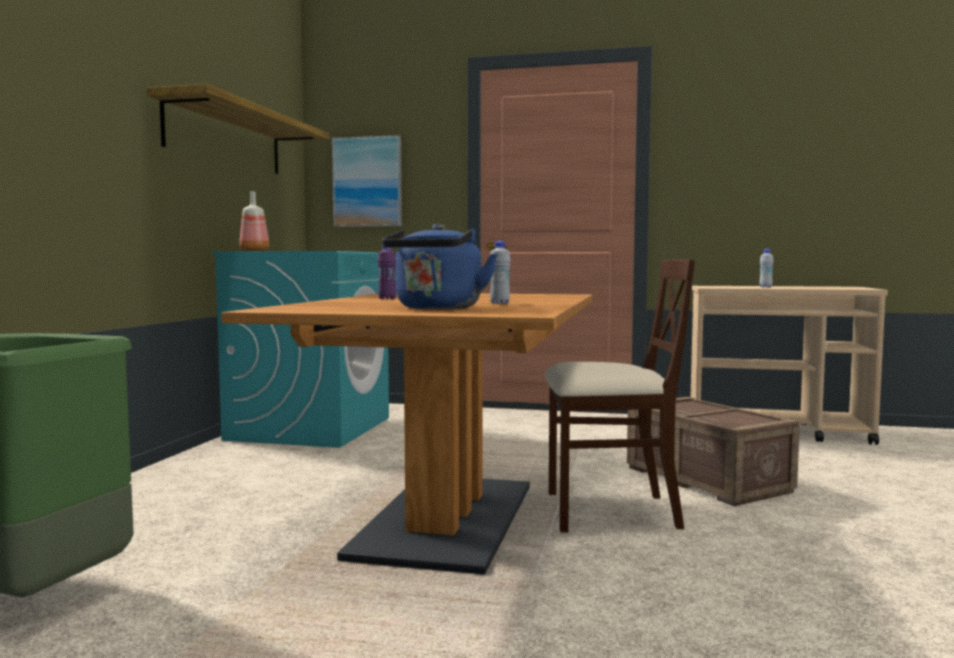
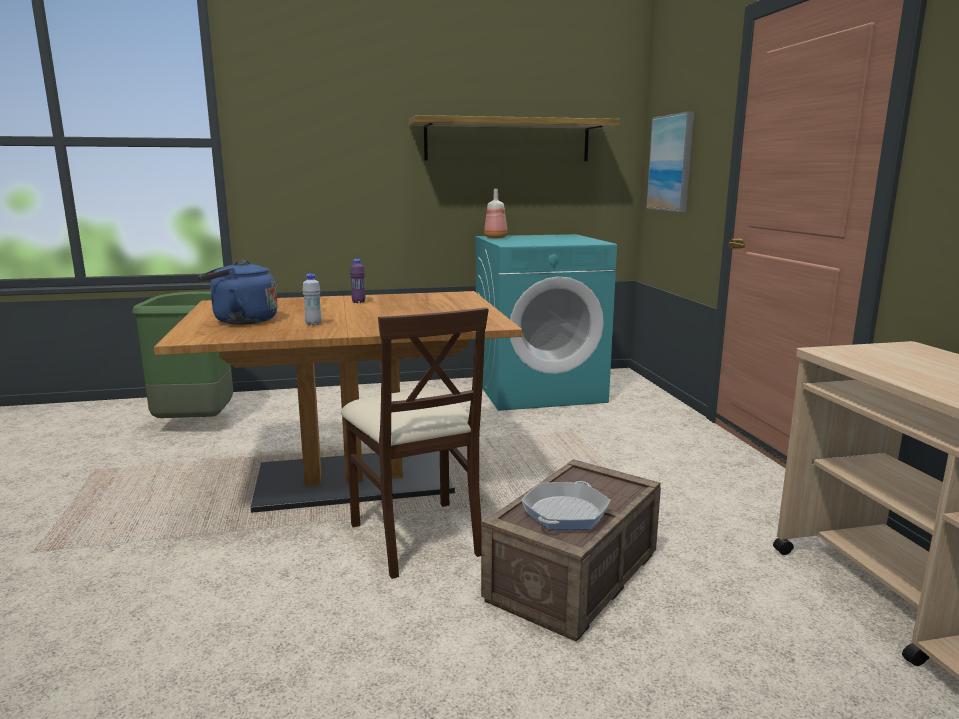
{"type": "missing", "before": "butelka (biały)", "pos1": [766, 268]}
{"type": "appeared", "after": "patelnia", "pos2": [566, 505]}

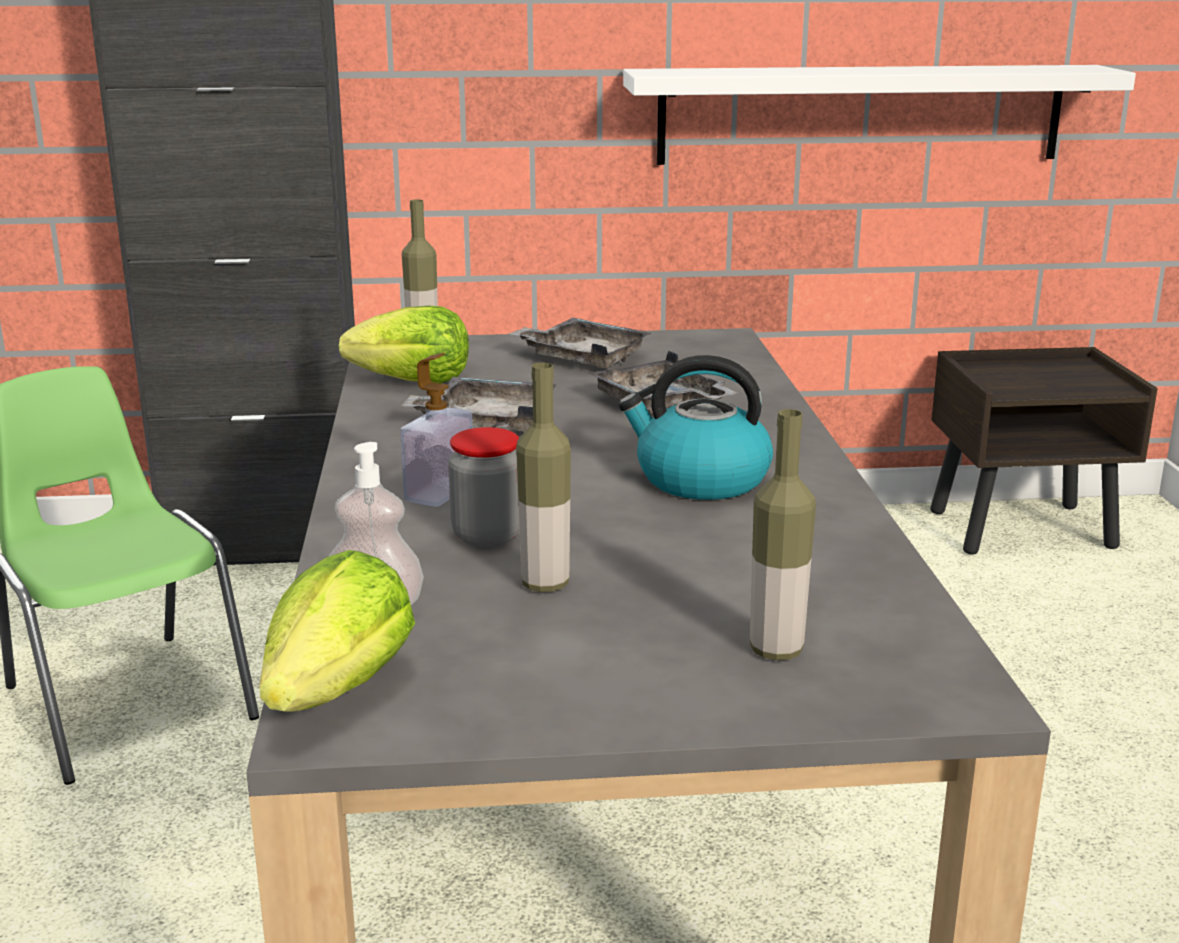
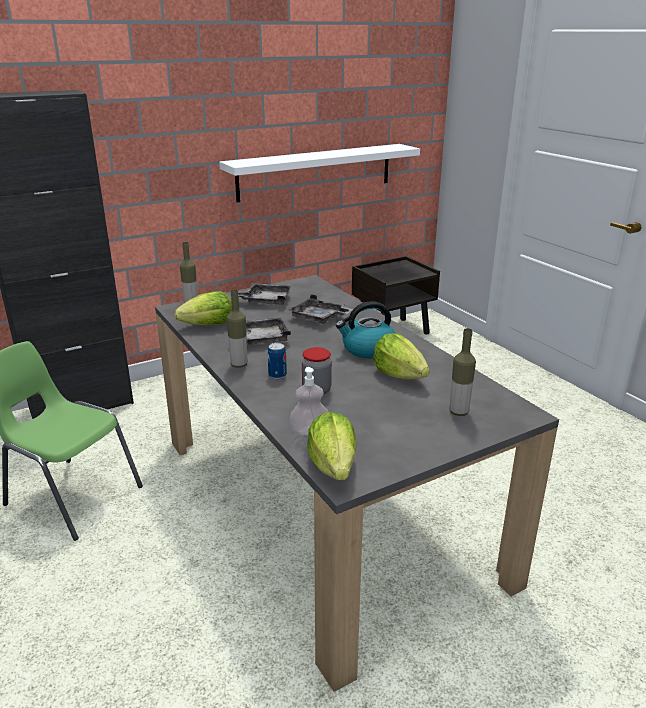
{"type": "exchanged", "before": "dozownik mydła", "after": "puszka", "pos1": [436, 430], "pos2": [277, 361]}
{"type": "relocated", "before": "butelka", "pos1": [543, 477], "pos2": [237, 328]}
{"type": "appeared", "after": "sałata", "pos2": [401, 356]}

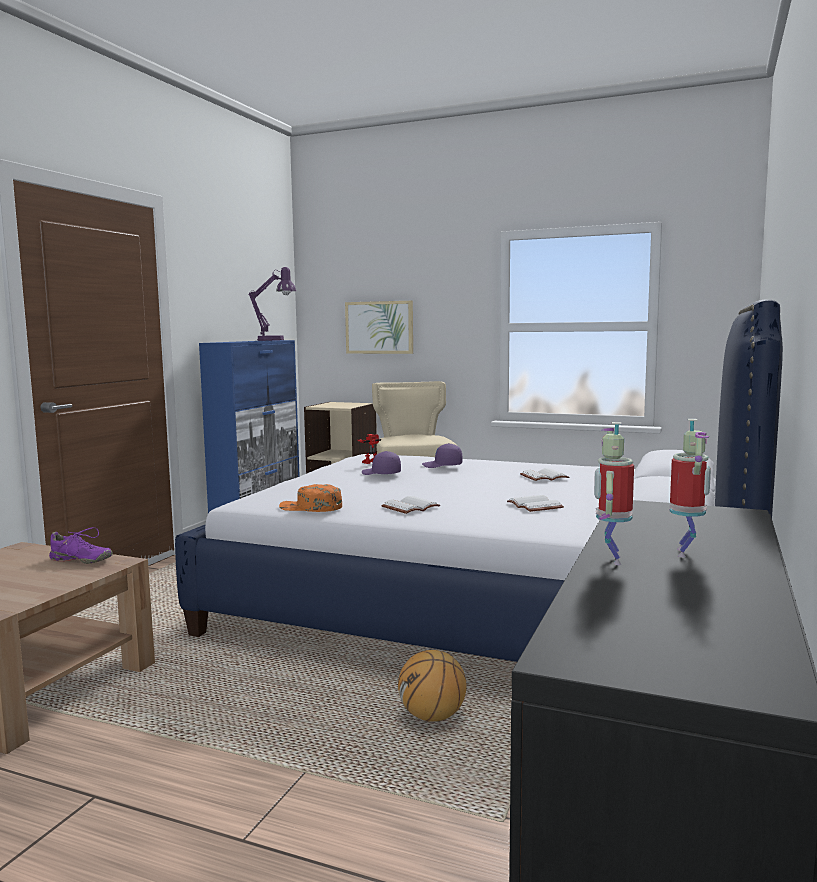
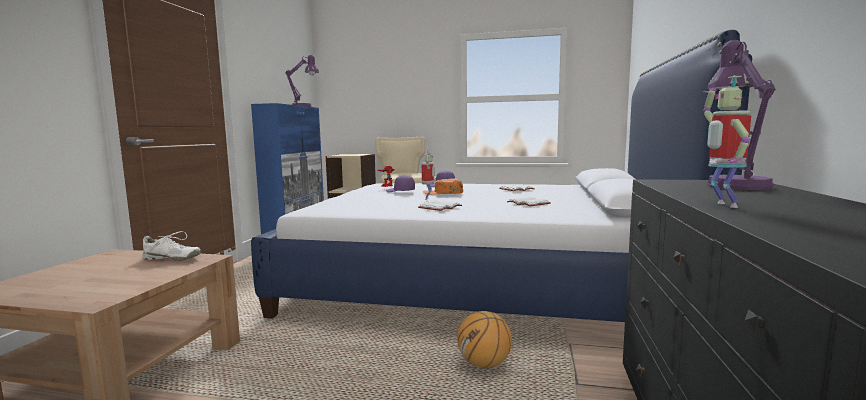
{"type": "colour", "before": "but (fioletowy)", "after": "but (biały)", "pos1": [81, 545], "pos2": [171, 246]}
{"type": "relocated", "before": "czapka z daszkiem (pomarańczowy)", "pos1": [310, 498], "pos2": [443, 186]}
{"type": "missing", "before": "obraz", "pos1": [379, 327]}
{"type": "relocated", "before": "robot zabawkowy", "pos1": [690, 488], "pos2": [428, 174]}
{"type": "appeared", "after": "lampa stołowa (fioletowy)", "pos2": [740, 115]}

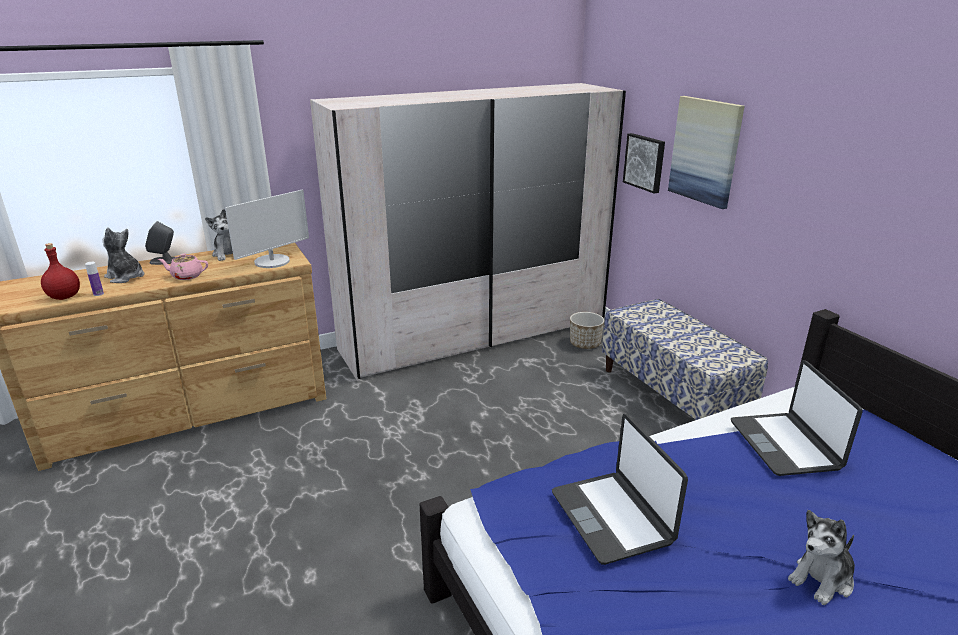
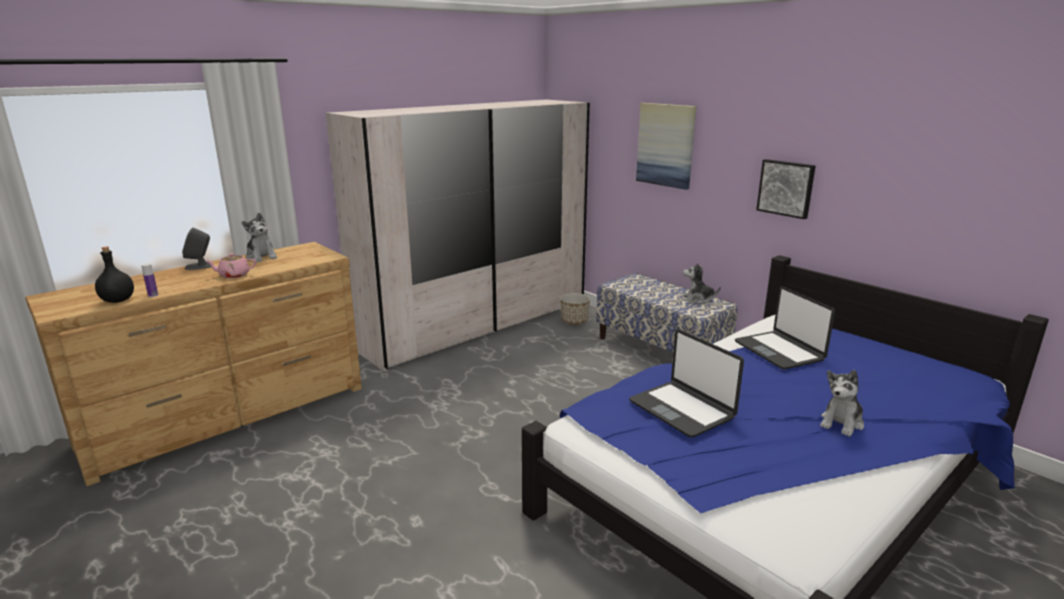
{"type": "colour", "before": "butelka (czerwony)", "after": "butelka (czarny)", "pos1": [60, 271], "pos2": [114, 275]}
{"type": "relocated", "before": "pluszak", "pos1": [123, 255], "pos2": [702, 283]}
{"type": "missing", "before": "monitor", "pos1": [267, 229]}
{"type": "relocated", "before": "obraz", "pos1": [644, 163], "pos2": [786, 189]}

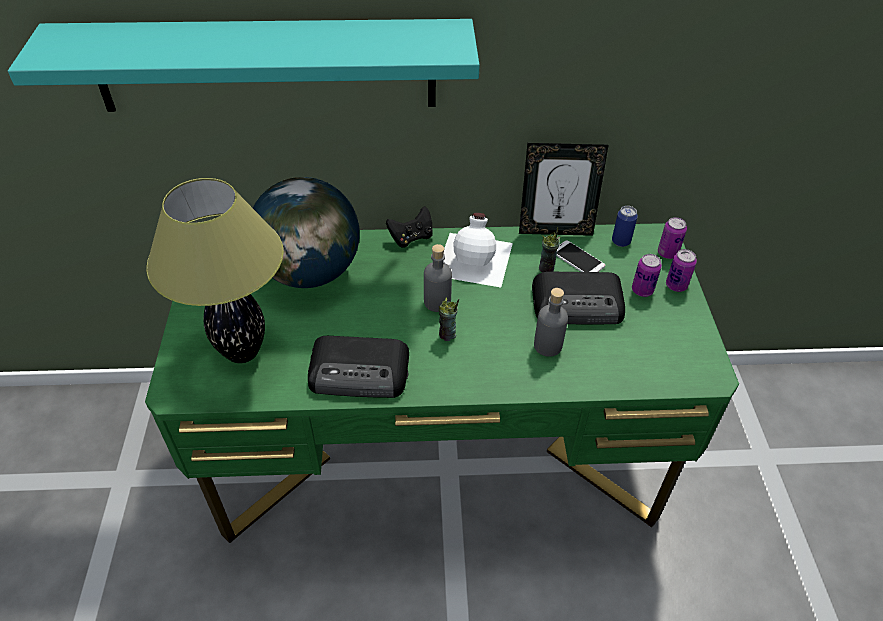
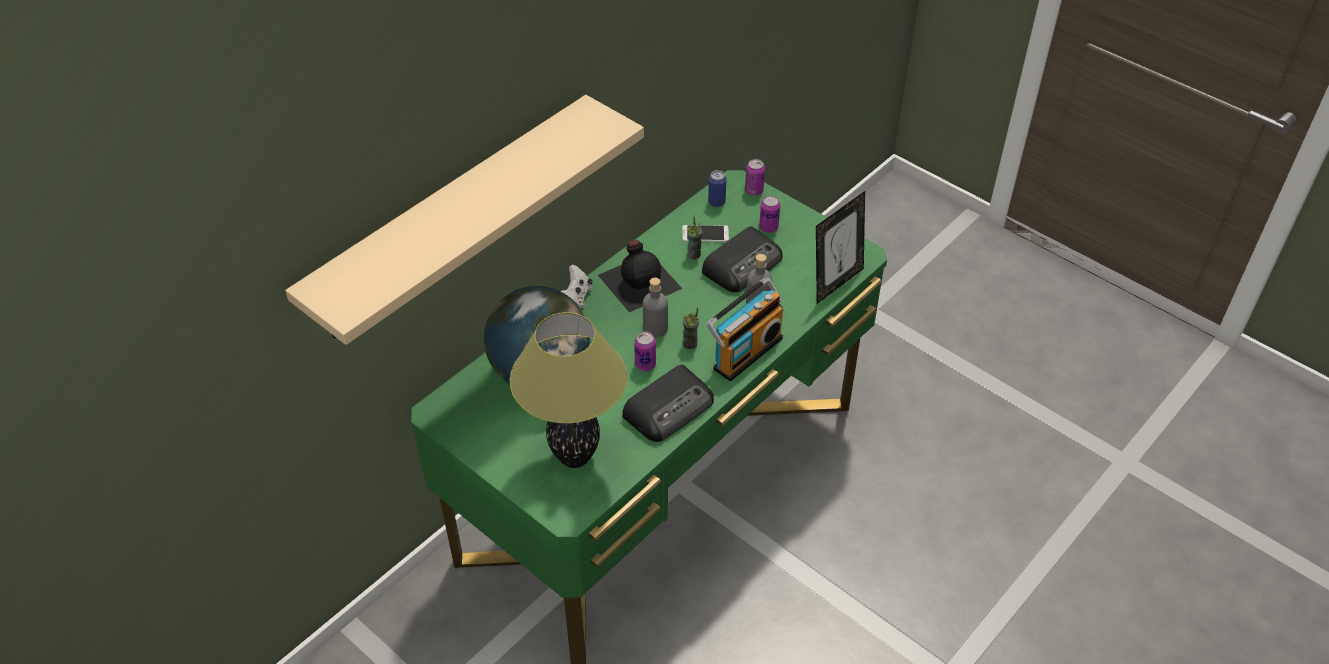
{"type": "colour", "before": "półka (turkusowy)", "after": "półka (beżowy)", "pos1": [244, 65], "pos2": [464, 220]}
{"type": "colour", "before": "pad do gier (czarny)", "after": "pad do gier (biały)", "pos1": [409, 227], "pos2": [576, 287]}
{"type": "colour", "before": "butelka (biały)", "after": "butelka (czarny)", "pos1": [478, 250], "pos2": [640, 276]}
{"type": "relocated", "before": "ramka na zdjęcie", "pos1": [563, 189], "pos2": [840, 247]}
{"type": "relocated", "before": "puszka", "pos1": [681, 270], "pos2": [645, 351]}
{"type": "appeared", "after": "radio", "pos2": [744, 329]}

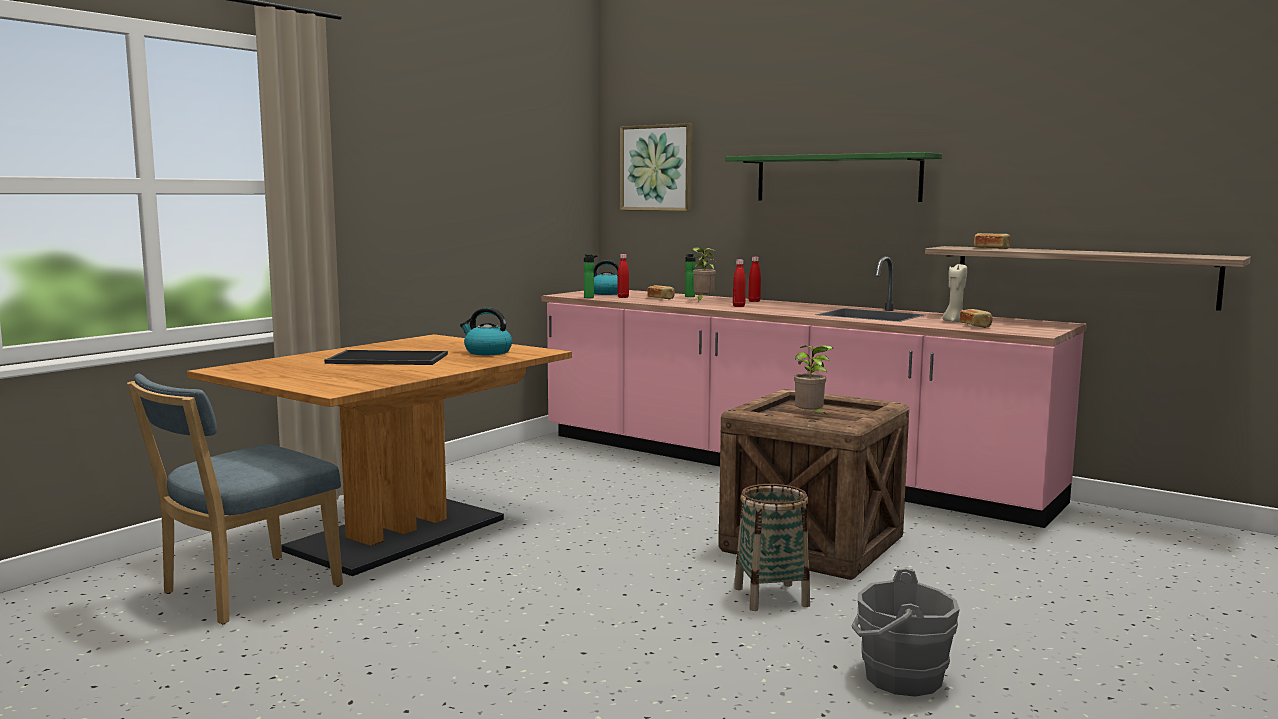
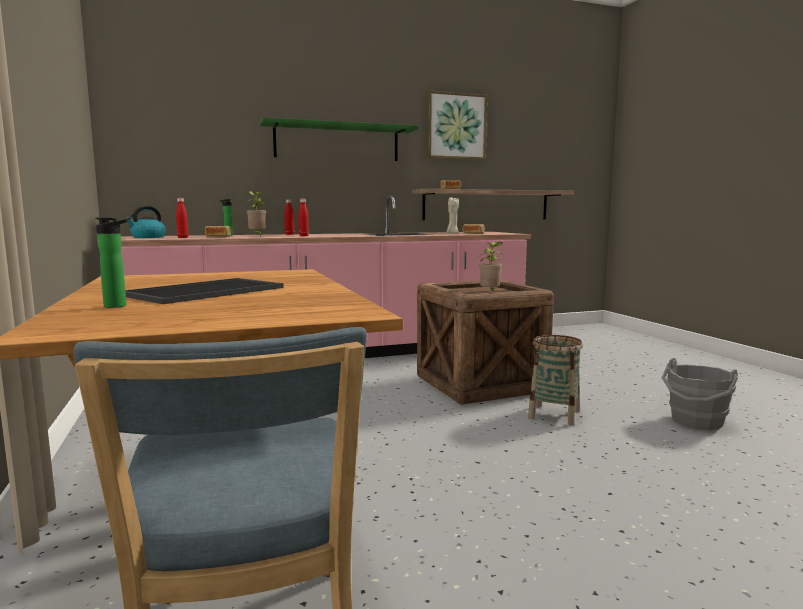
{"type": "missing", "before": "czajnik", "pos1": [486, 331]}
{"type": "relocated", "before": "butelka", "pos1": [591, 276], "pos2": [112, 263]}
{"type": "relocated", "before": "obraz", "pos1": [656, 167], "pos2": [457, 125]}

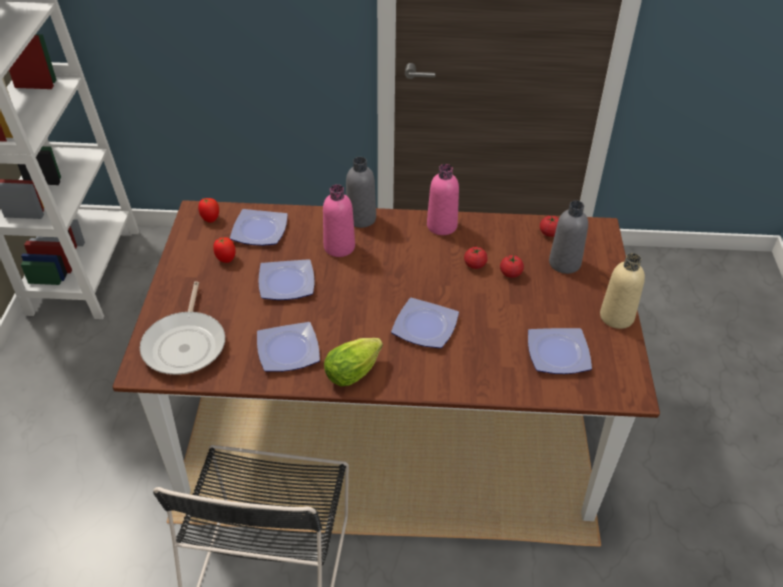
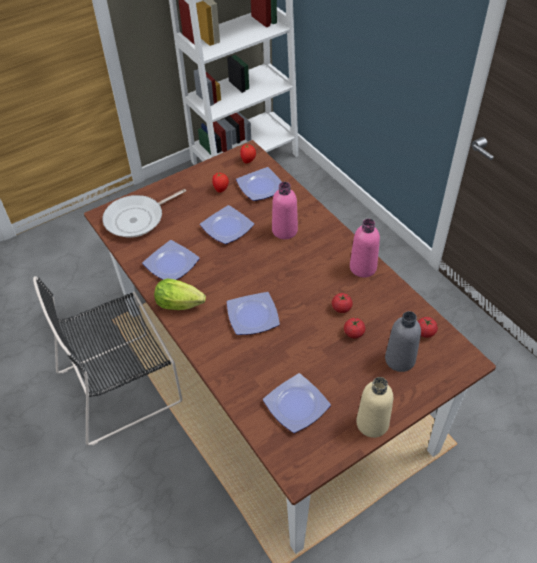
{"type": "missing", "before": "butelka (szary)", "pos1": [361, 192]}

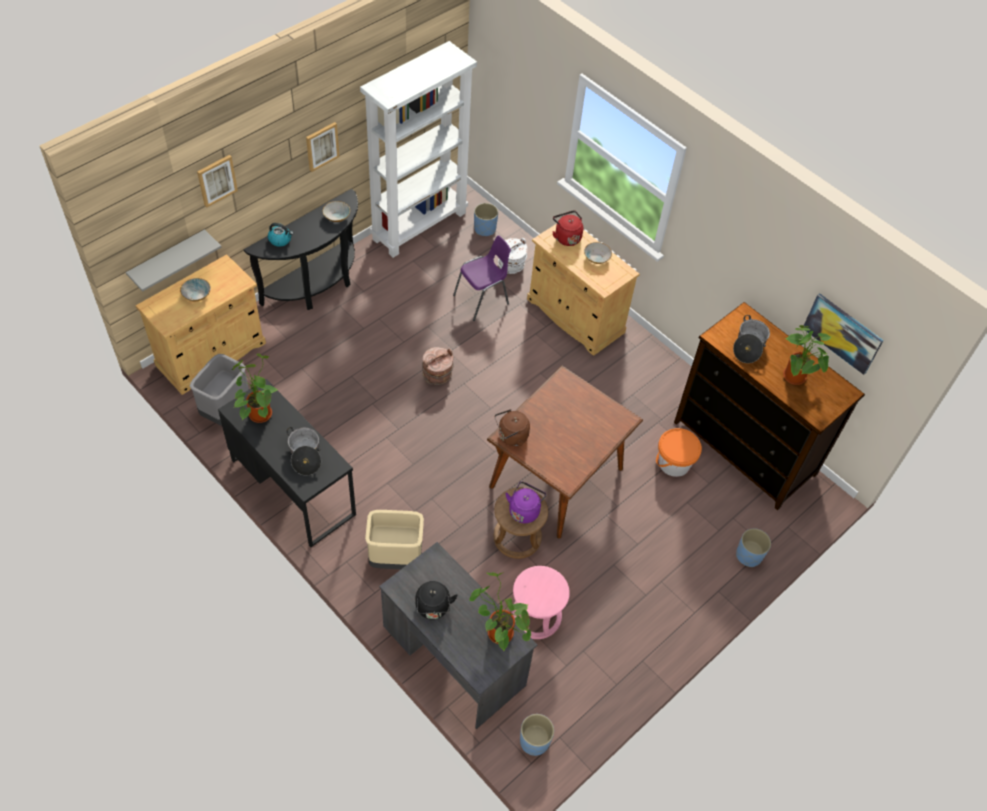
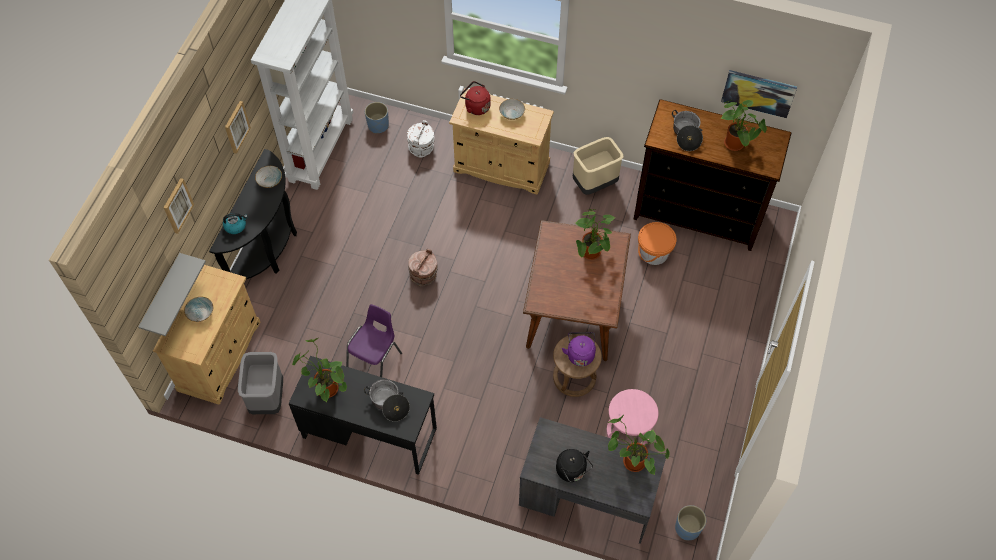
{"type": "relocated", "before": "kosz na śmieci (beżowy)", "pos1": [394, 539], "pos2": [598, 166]}
{"type": "relocated", "before": "krzesło (fioletowy)", "pos1": [482, 278], "pos2": [374, 340]}
{"type": "missing", "before": "czajnik (brązowy)", "pos1": [512, 427]}
{"type": "missing", "before": "donica (niebieski)", "pos1": [753, 547]}
{"type": "appeared", "after": "roślina doniczkowa", "pos2": [595, 234]}

